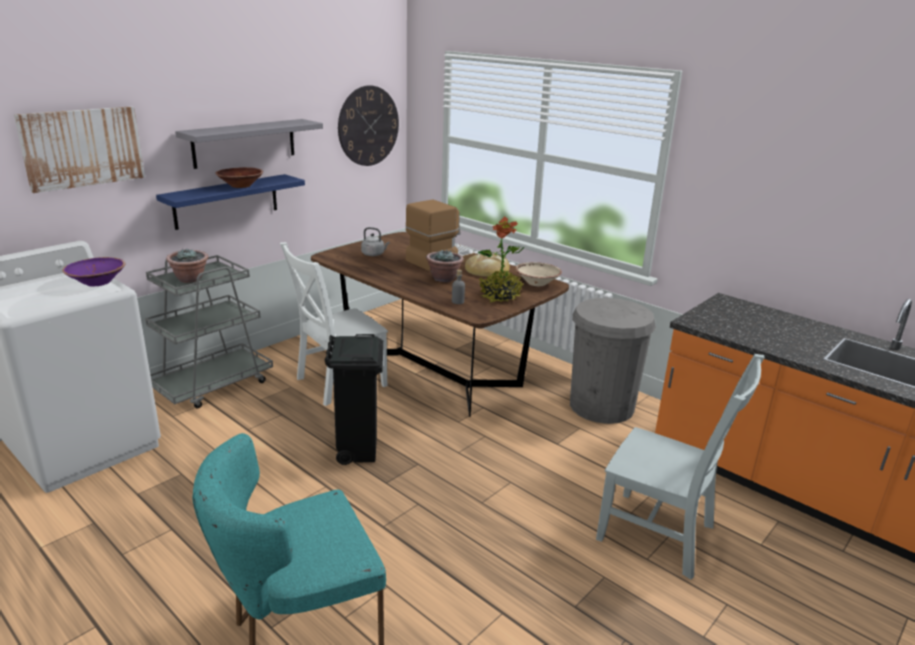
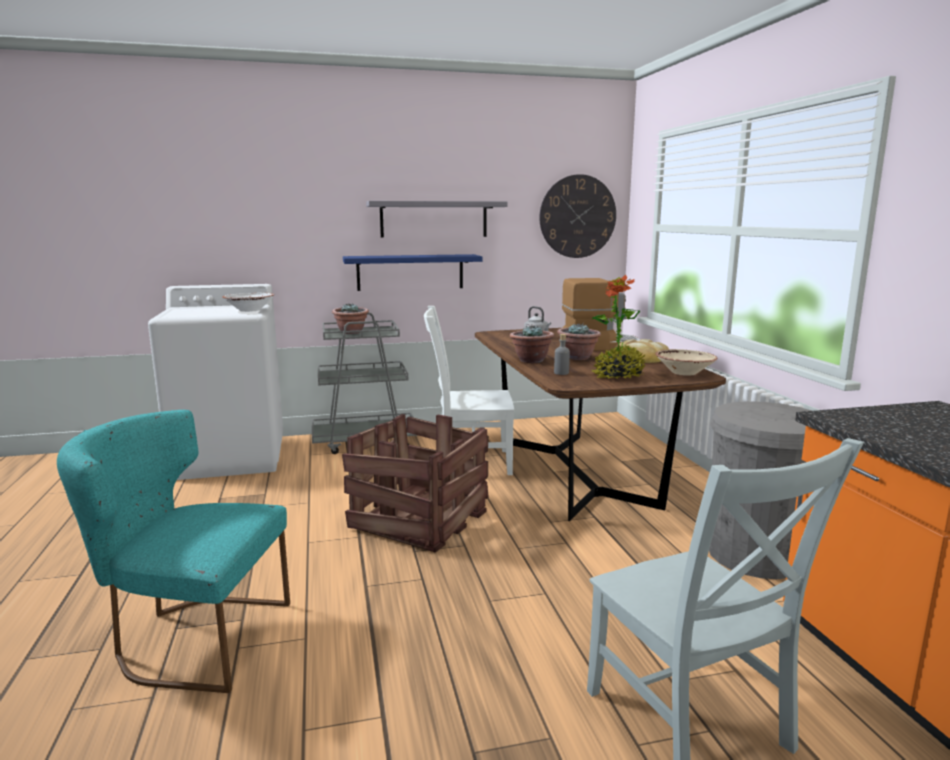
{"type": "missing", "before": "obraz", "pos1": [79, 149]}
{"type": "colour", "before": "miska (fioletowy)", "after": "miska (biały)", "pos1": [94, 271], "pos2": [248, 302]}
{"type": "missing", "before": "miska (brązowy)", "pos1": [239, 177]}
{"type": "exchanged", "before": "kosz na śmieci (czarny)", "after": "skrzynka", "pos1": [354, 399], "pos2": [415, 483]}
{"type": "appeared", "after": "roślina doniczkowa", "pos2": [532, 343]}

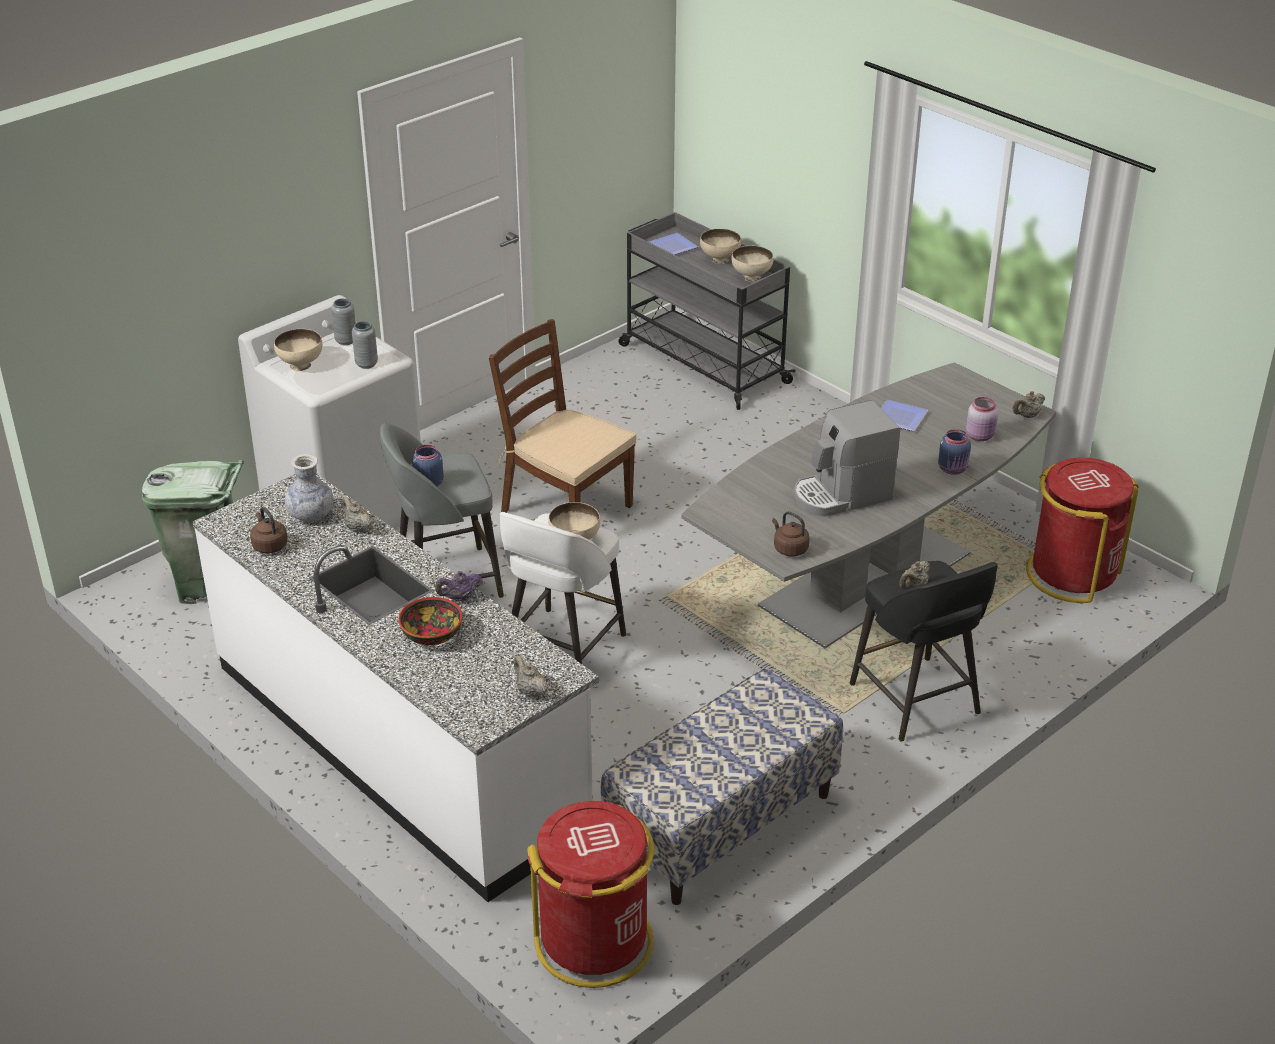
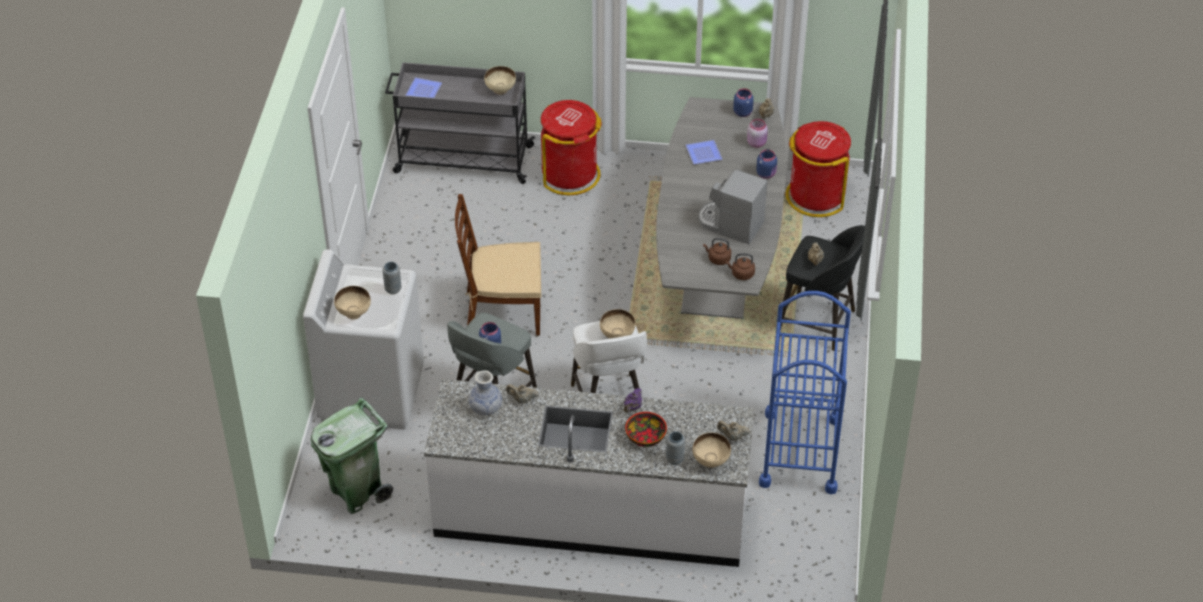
{"type": "relocated", "before": "czajnik (brązowy)", "pos1": [269, 530], "pos2": [717, 251]}
{"type": "relocated", "before": "wazon (szary)", "pos1": [343, 321], "pos2": [675, 448]}
{"type": "relocated", "before": "kosz na śmieci (czerwony)", "pos1": [590, 894], "pos2": [571, 147]}
{"type": "exchanged", "before": "ławka", "after": "wózek (niebieski)", "pos1": [722, 786], "pos2": [805, 392]}
{"type": "relocated", "before": "miska (beżowy)", "pos1": [720, 246], "pos2": [711, 450]}
{"type": "spun", "before": "ekspres do kawy", "pos1": [847, 458], "pos2": [732, 207], "turn": 90}
{"type": "appeared", "after": "słoik (niebieski)", "pos2": [743, 102]}

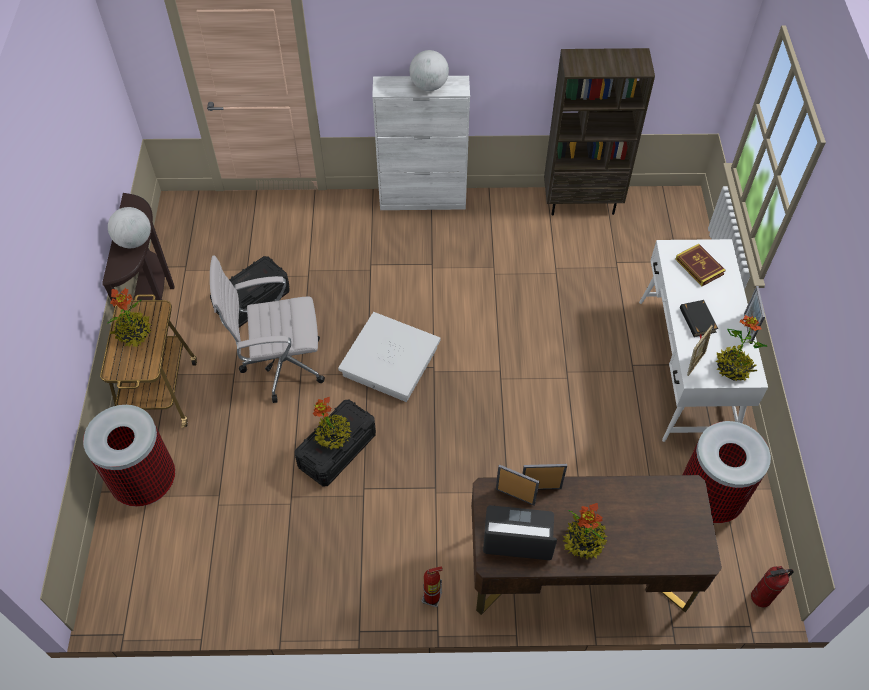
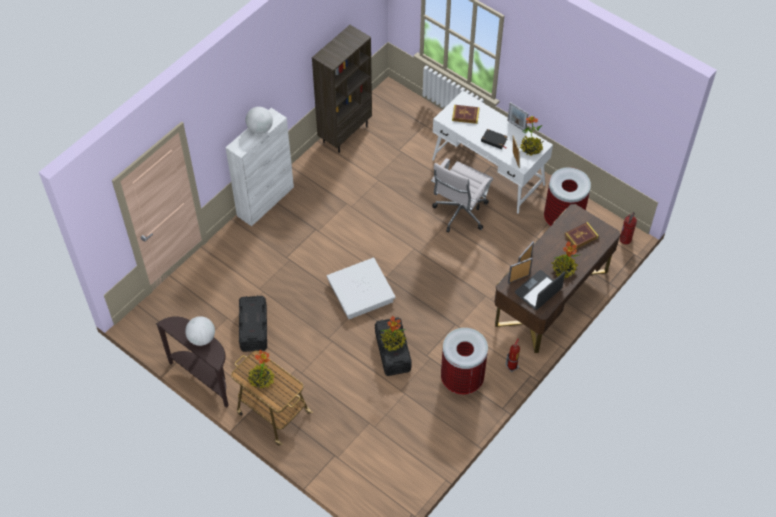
{"type": "relocated", "before": "kosz na śmieci", "pos1": [129, 456], "pos2": [464, 361]}
{"type": "relocated", "before": "krzesło biurowe (biały)", "pos1": [267, 329], "pos2": [462, 195]}
{"type": "appeared", "after": "książka", "pos2": [581, 235]}

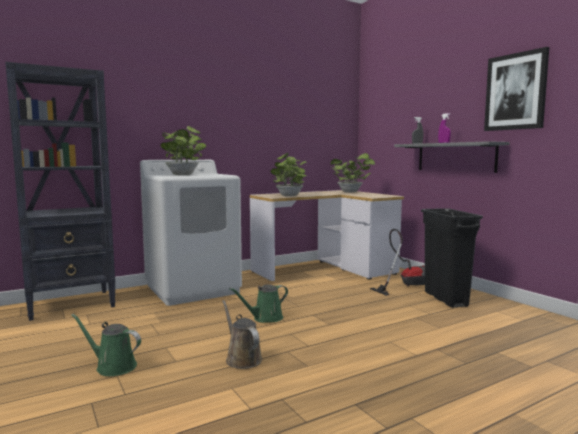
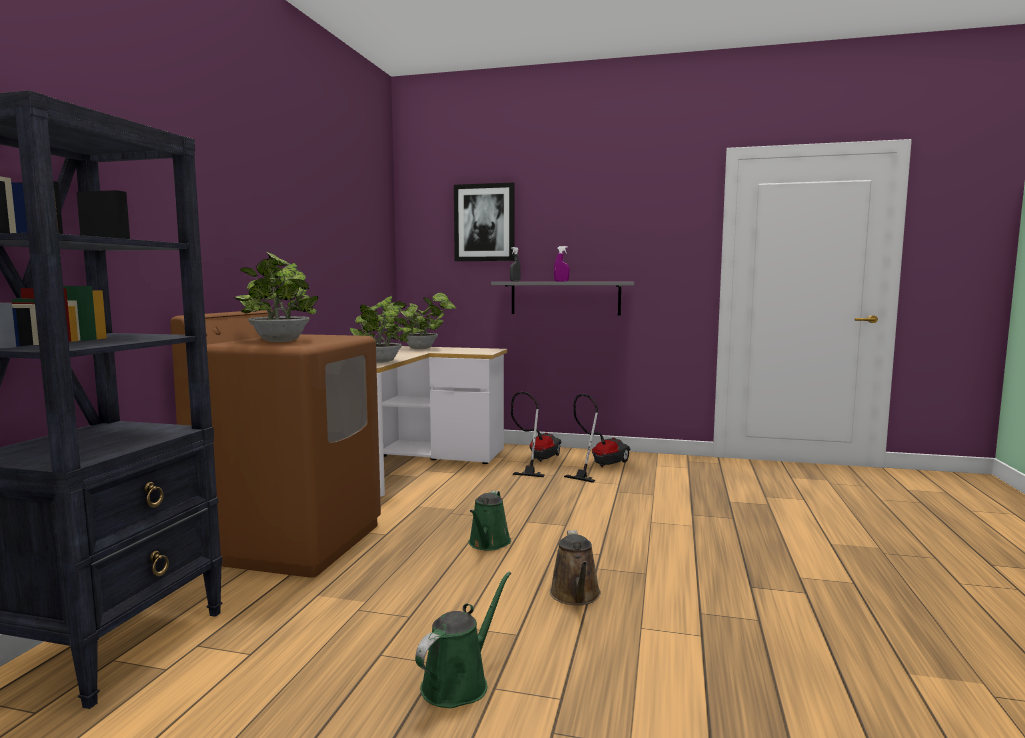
{"type": "spun", "before": "konewka (zielony)", "pos1": [106, 345], "pos2": [463, 639], "turn": 150}
{"type": "colour", "before": "pralka (biały)", "after": "pralka (brązowy)", "pos1": [191, 233], "pos2": [275, 444]}
{"type": "spun", "before": "konewka (brązowy)", "pos1": [242, 334], "pos2": [575, 567], "turn": -105}
{"type": "exchanged", "before": "kosz na śmieci (czarny)", "after": "odkurzacz", "pos1": [452, 258], "pos2": [597, 438]}
{"type": "relocated", "before": "obraz", "pos1": [516, 89], "pos2": [484, 221]}

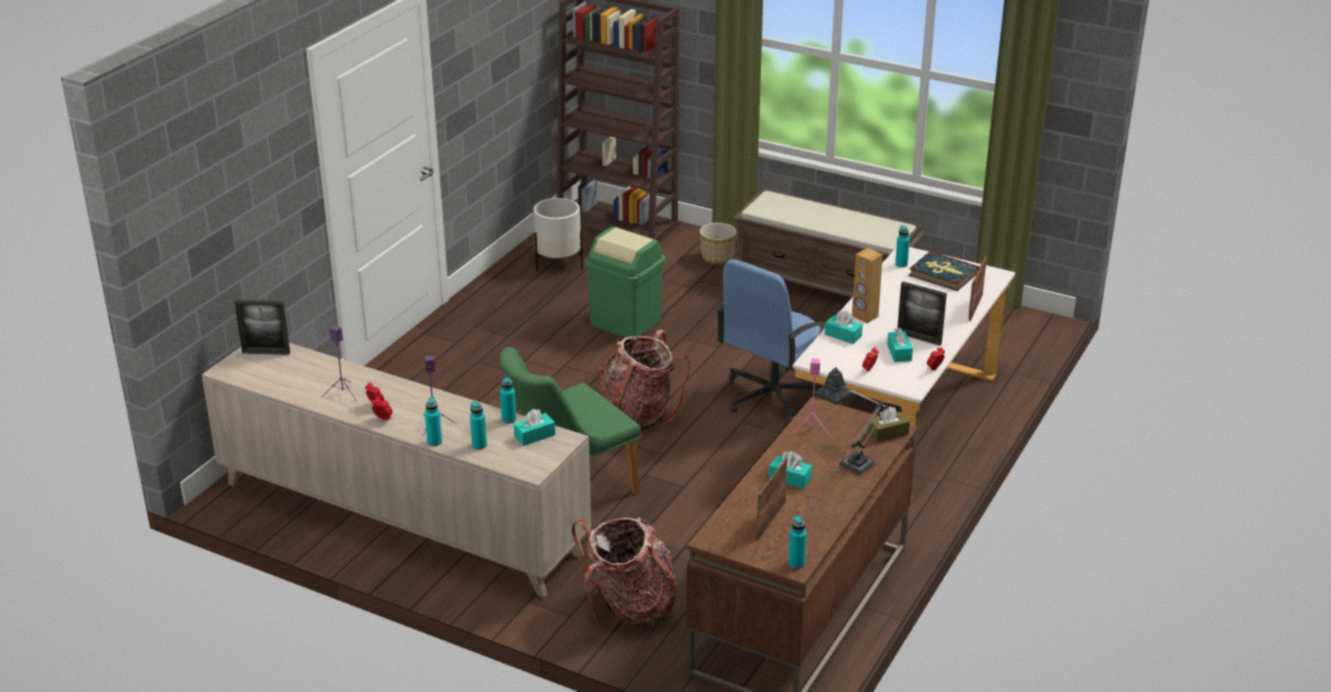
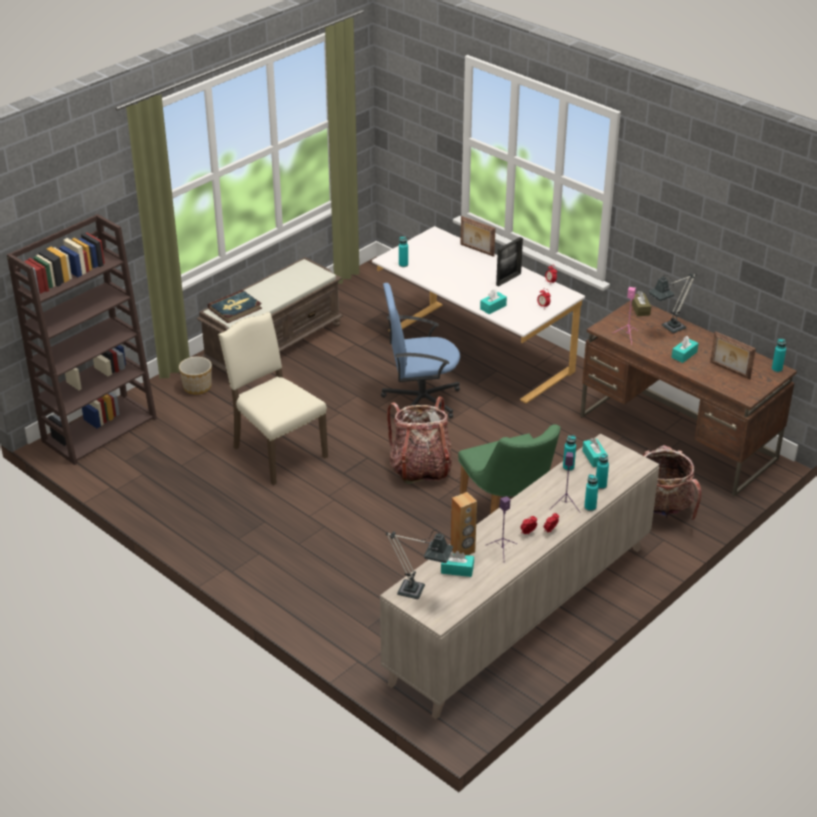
{"type": "exchanged", "before": "ramka na zdjęcie", "after": "lampa stołowa", "pos1": [262, 327], "pos2": [419, 564]}
{"type": "missing", "before": "donica (biały)", "pos1": [558, 234]}
{"type": "exchanged", "before": "kosz na śmieci (zielony)", "after": "krzesło (beżowy)", "pos1": [625, 282], "pos2": [273, 398]}
{"type": "spun", "before": "krzesło biurowe (niebieski)", "pos1": [770, 340], "pos2": [420, 351], "turn": 120}
{"type": "relocated", "before": "głośnik (brązowy)", "pos1": [867, 285], "pos2": [464, 523]}
{"type": "relocated", "before": "pudełko chusteczek (turkusowy)", "pos1": [900, 345], "pos2": [457, 564]}
{"type": "relocated", "before": "książka", "pos1": [944, 271], "pos2": [235, 306]}

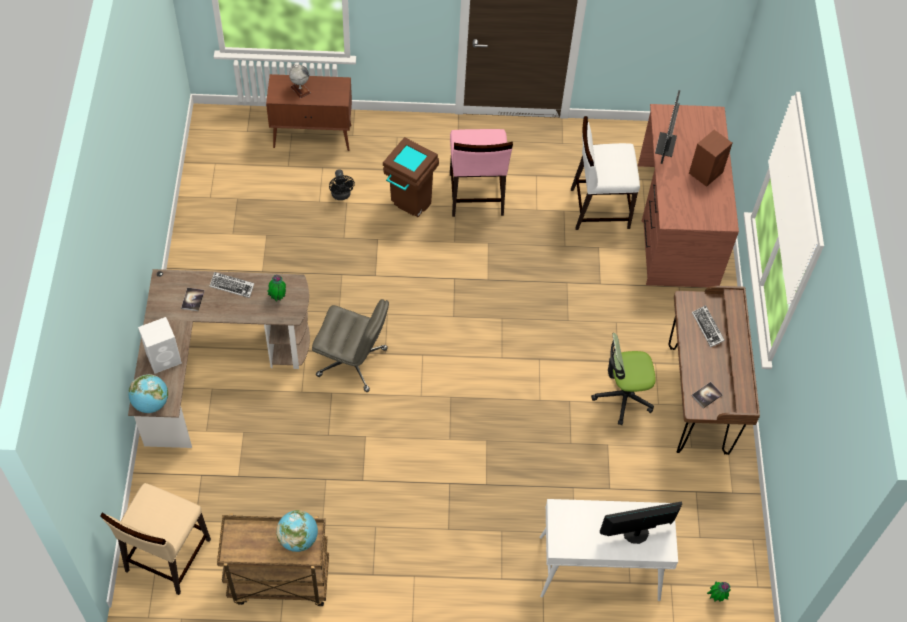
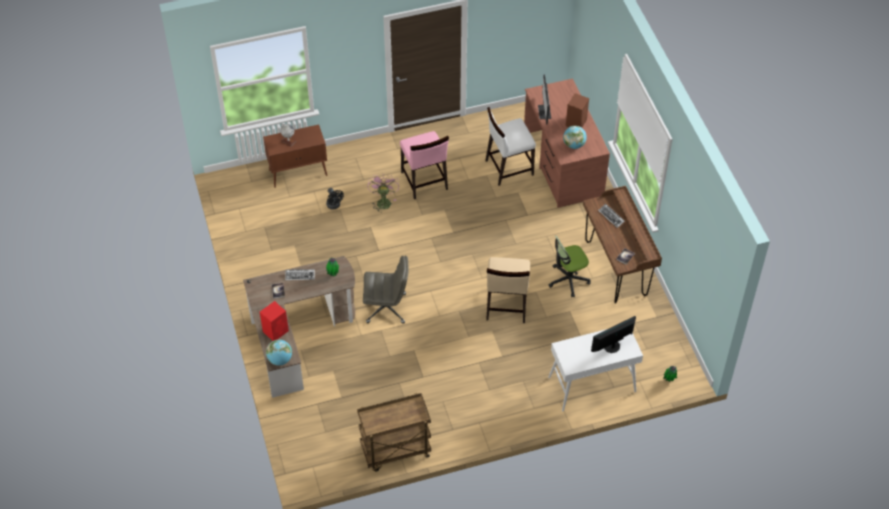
{"type": "relocated", "before": "krzesło (beżowy)", "pos1": [155, 539], "pos2": [508, 290]}
{"type": "colour", "before": "głośnik (biały)", "after": "głośnik (czerwony)", "pos1": [160, 345], "pos2": [274, 321]}
{"type": "relocated", "before": "globus", "pos1": [297, 531], "pos2": [575, 137]}
{"type": "exchanged", "before": "kosz na śmieci (brązowy)", "after": "wentylator (różowy)", "pos1": [411, 177], "pos2": [383, 194]}

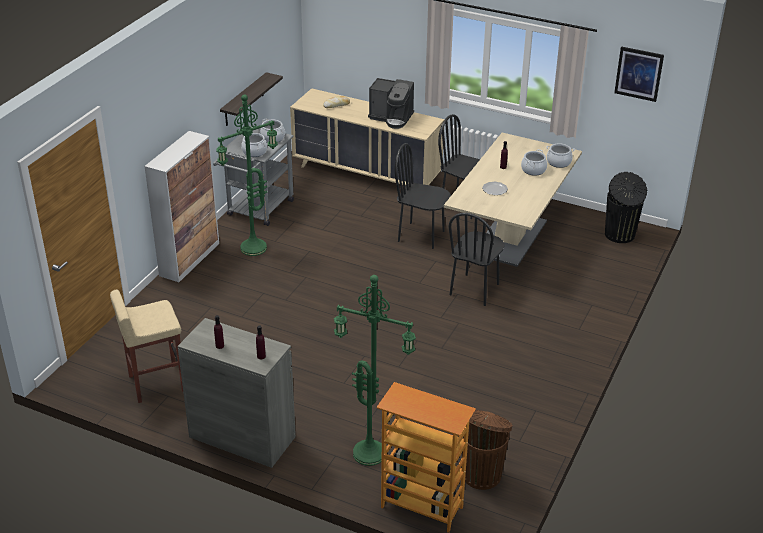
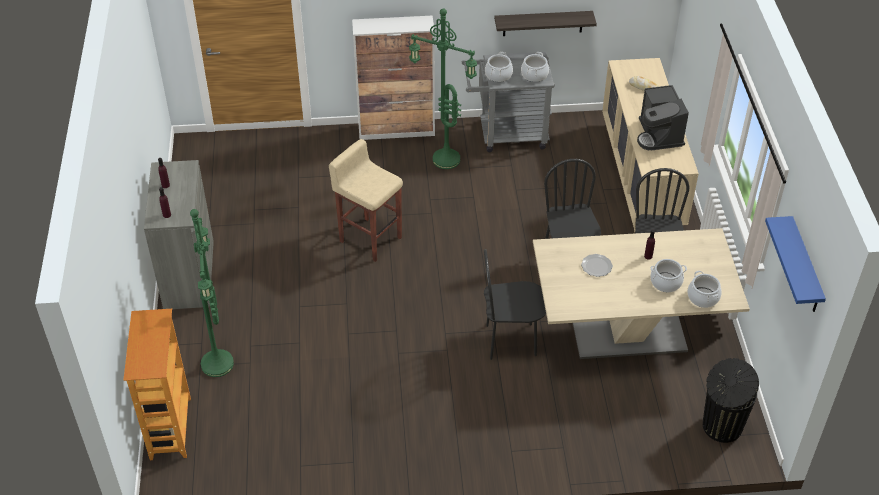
{"type": "relocated", "before": "stołek (beżowy)", "pos1": [146, 346], "pos2": [366, 200]}
{"type": "missing", "before": "kosz na śmieci (brązowy)", "pos1": [487, 450]}
{"type": "exchanged", "before": "obraz", "after": "półka (niebieski)", "pos1": [639, 74], "pos2": [795, 264]}

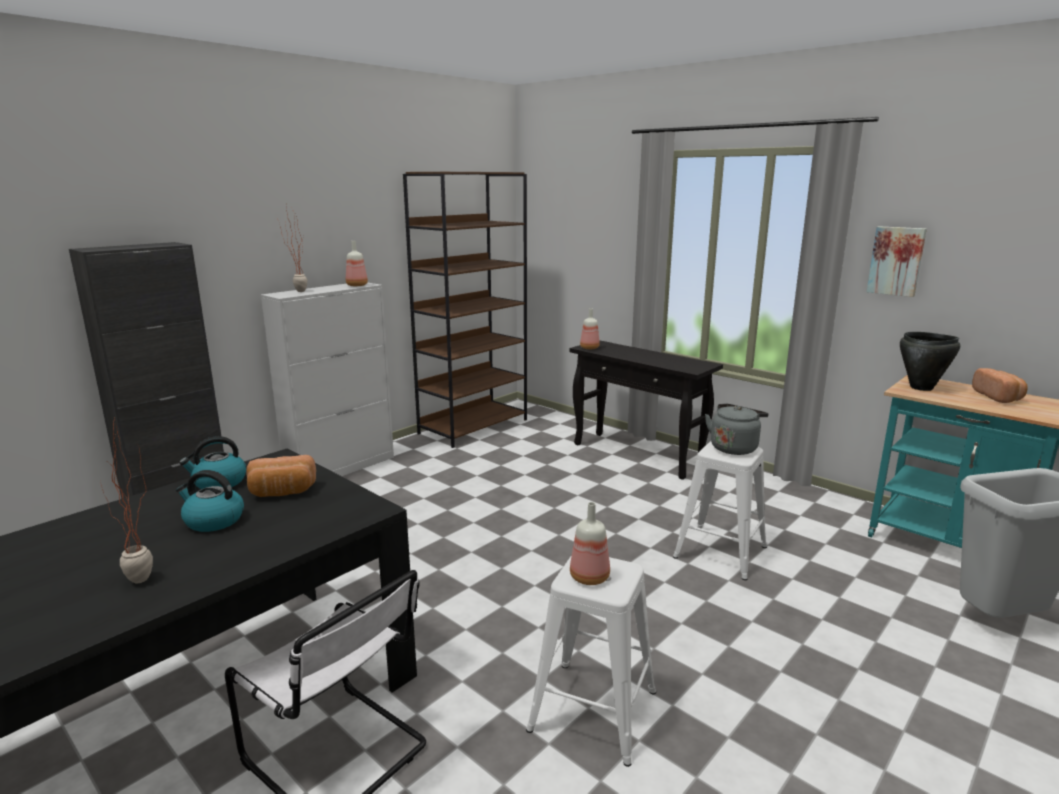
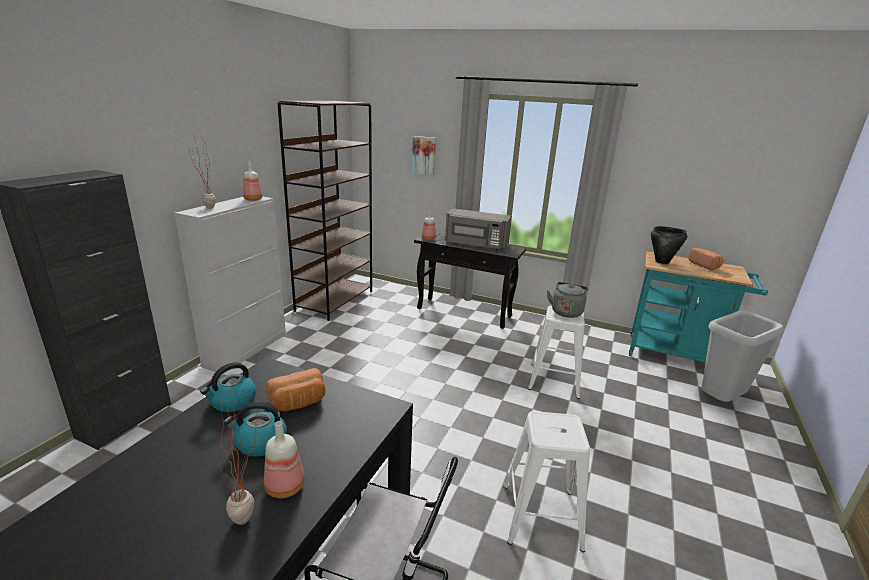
{"type": "relocated", "before": "butelka", "pos1": [590, 543], "pos2": [284, 459]}
{"type": "relocated", "before": "obraz", "pos1": [897, 261], "pos2": [424, 156]}
{"type": "appeared", "after": "mikrofalówka (szary)", "pos2": [478, 229]}

